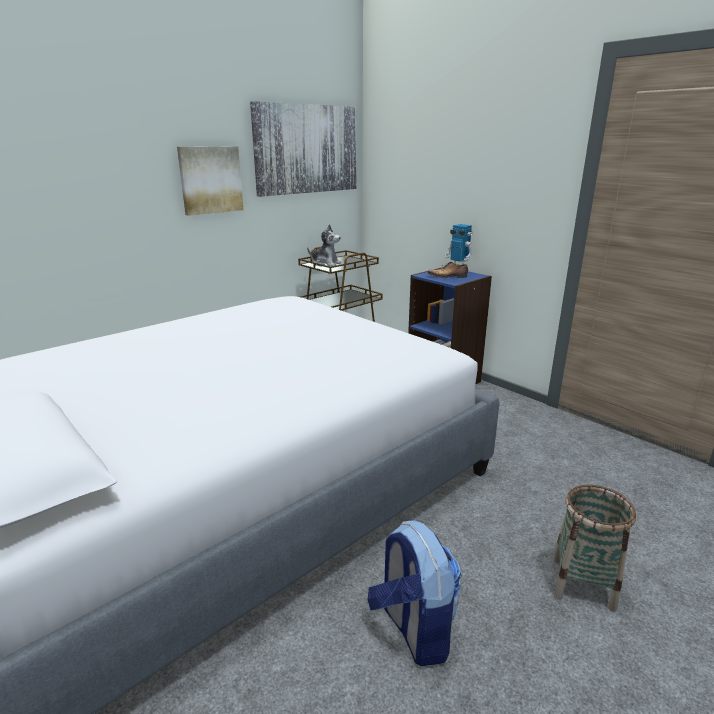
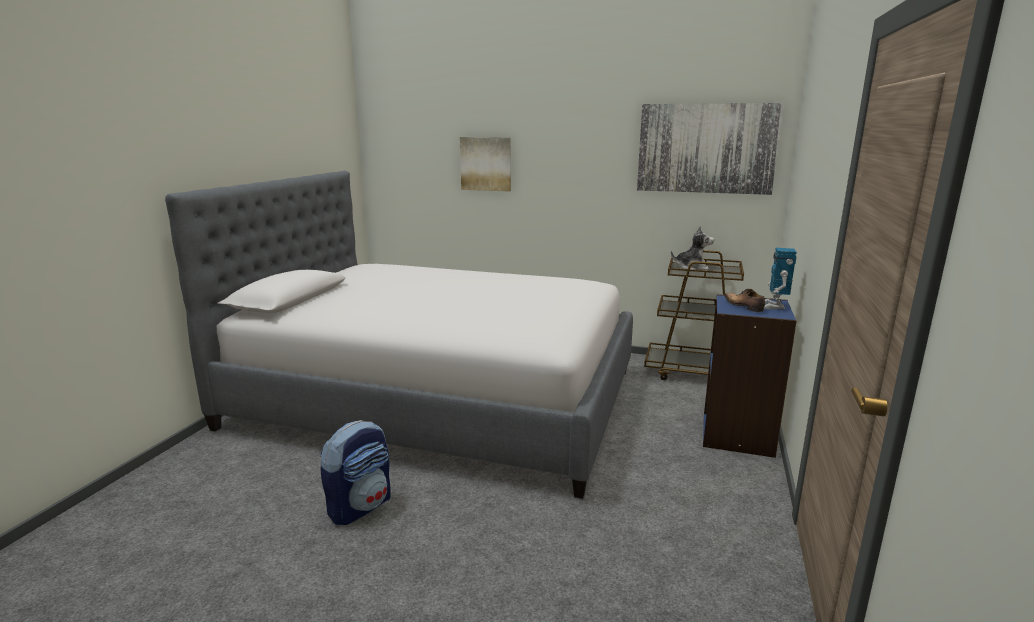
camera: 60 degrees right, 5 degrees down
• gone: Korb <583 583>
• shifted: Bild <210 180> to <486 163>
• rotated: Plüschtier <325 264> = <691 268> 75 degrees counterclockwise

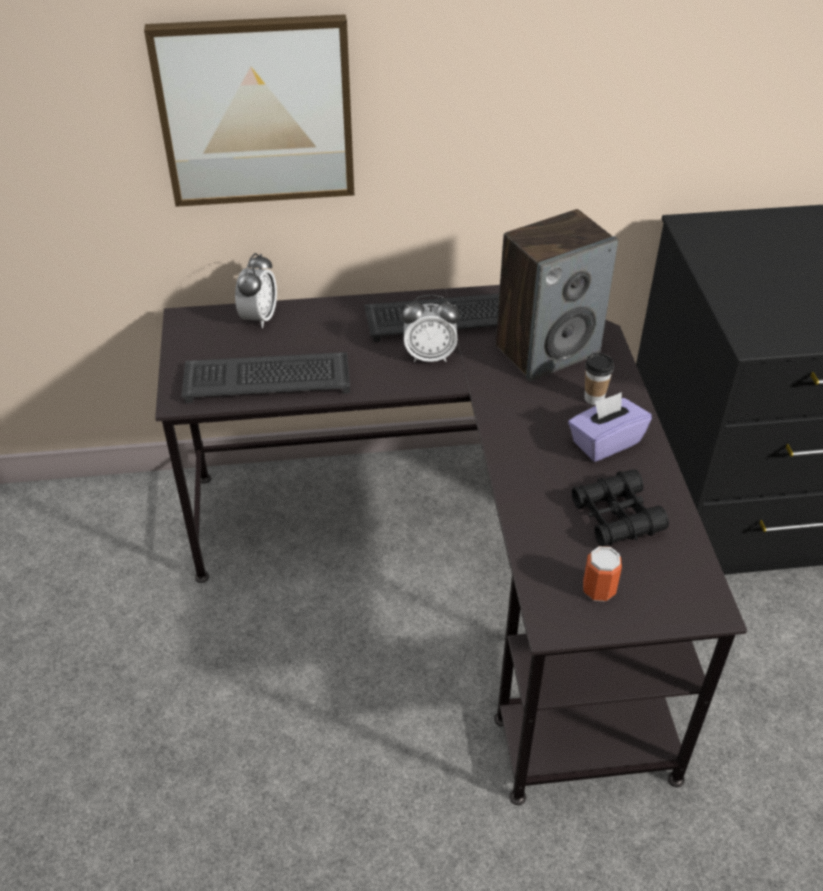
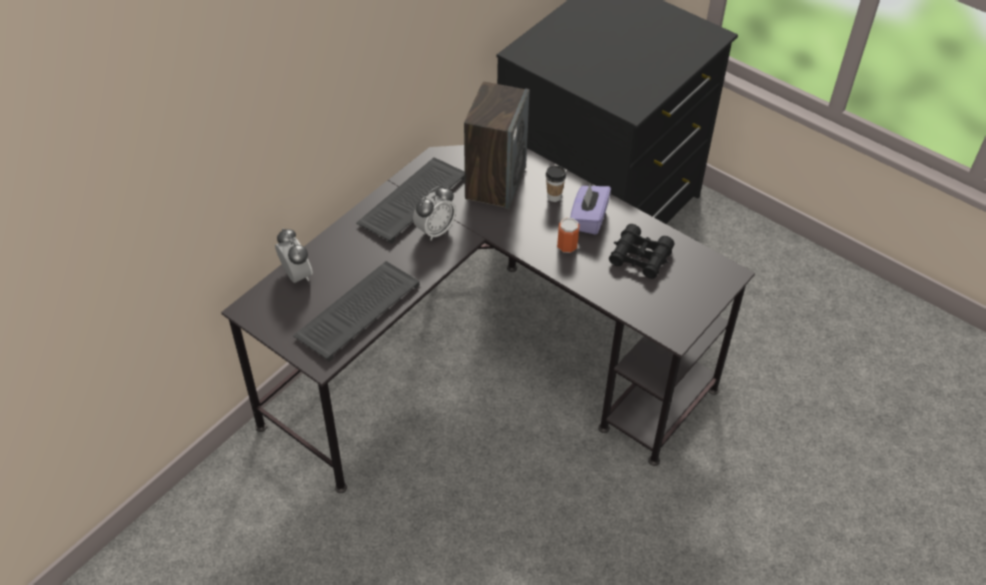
camera: 45 degrees left, 5 degrees up
• gone: Bild <256 112>
• shifted: Dose <598 590> to <567 246>

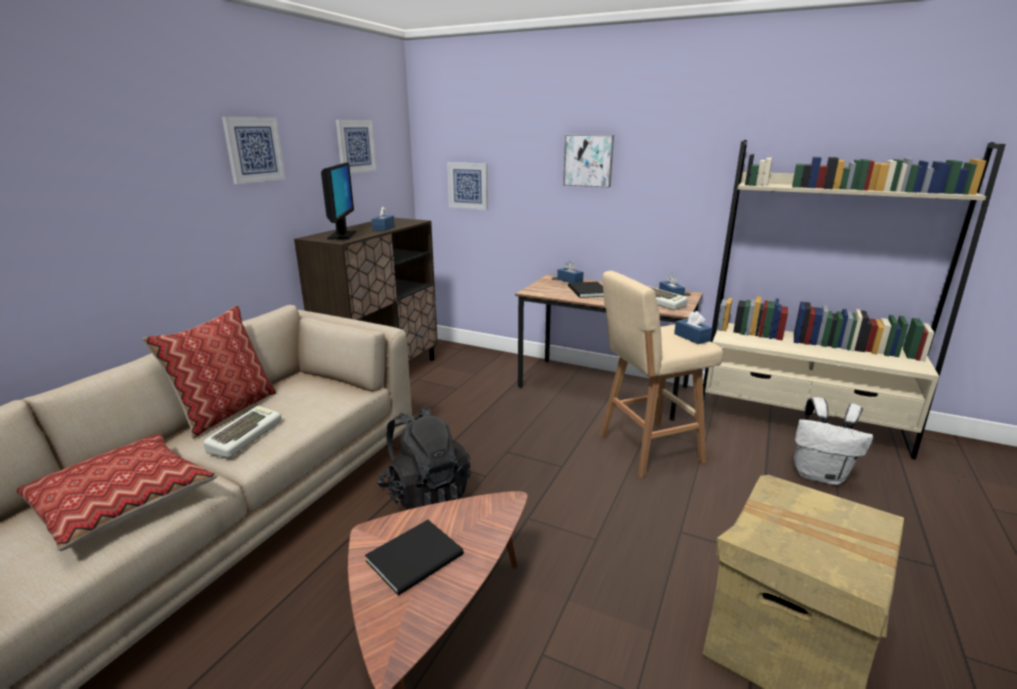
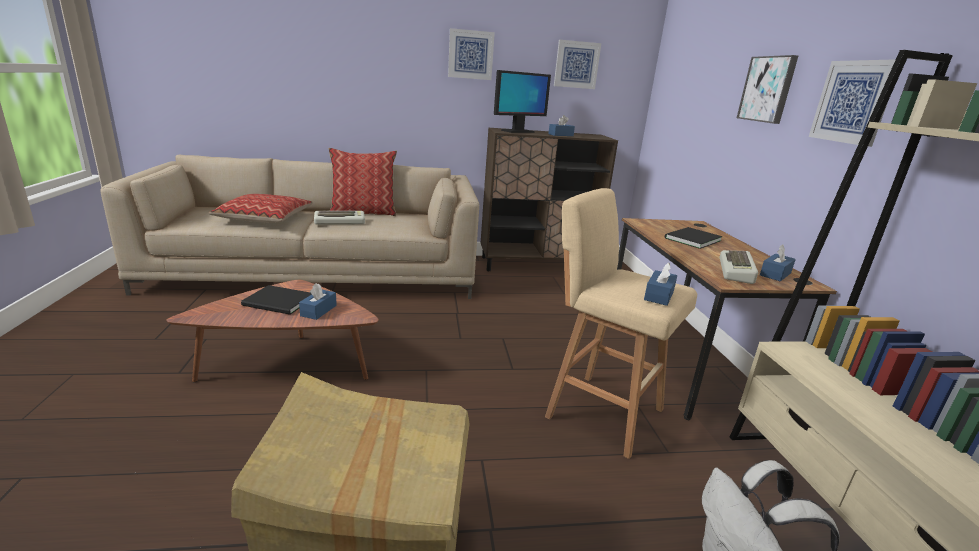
camera: 55 degrees right, 0 degrees up
• gone: Rucksack/schwarz <425 495>
• shifted: Bild <468 185> to <853 102>
• shifted: Taschentuchbox/blau <570 280> to <318 310>

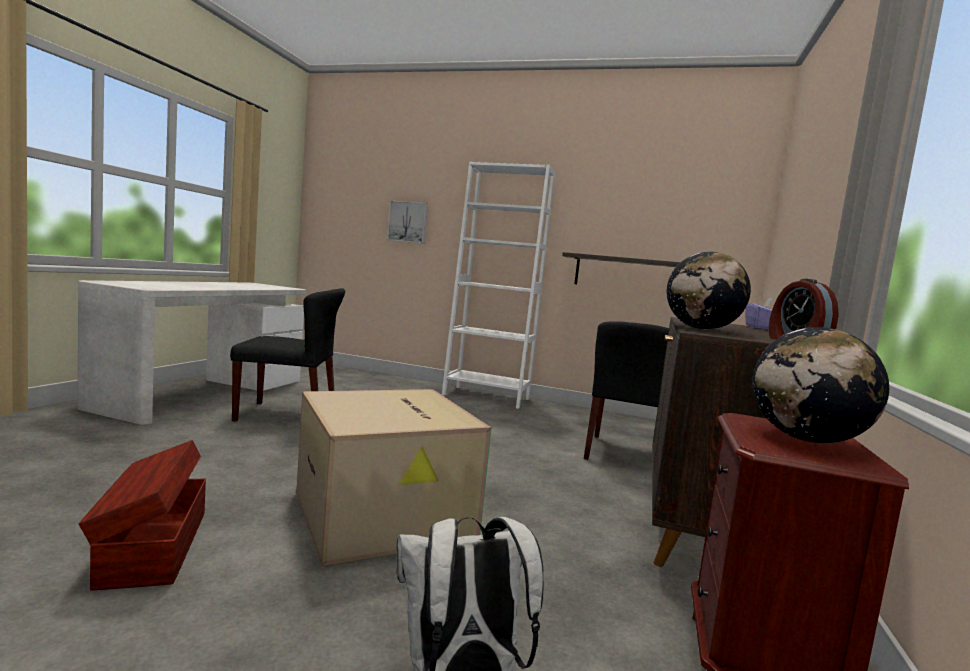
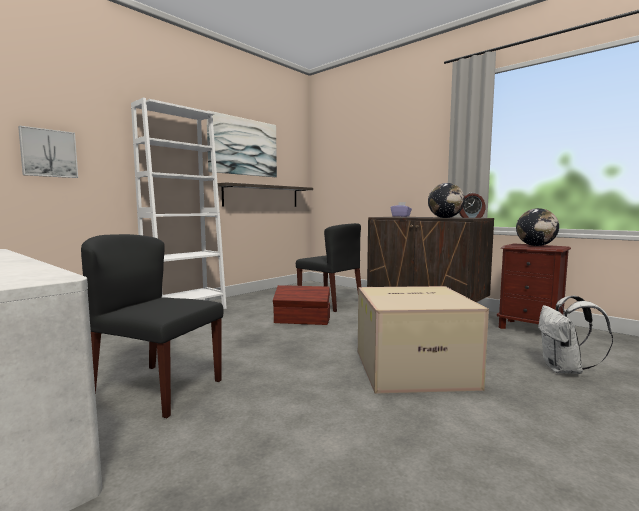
camera: 65 degrees left, 0 degrees up
• new: Bild <243 147>
• shifted: Aufbewahrungsbox/braun <152 548> to <302 320>
• rotated: Stuhl/schwarz <288 414> = <157 389> 90 degrees counterclockwise

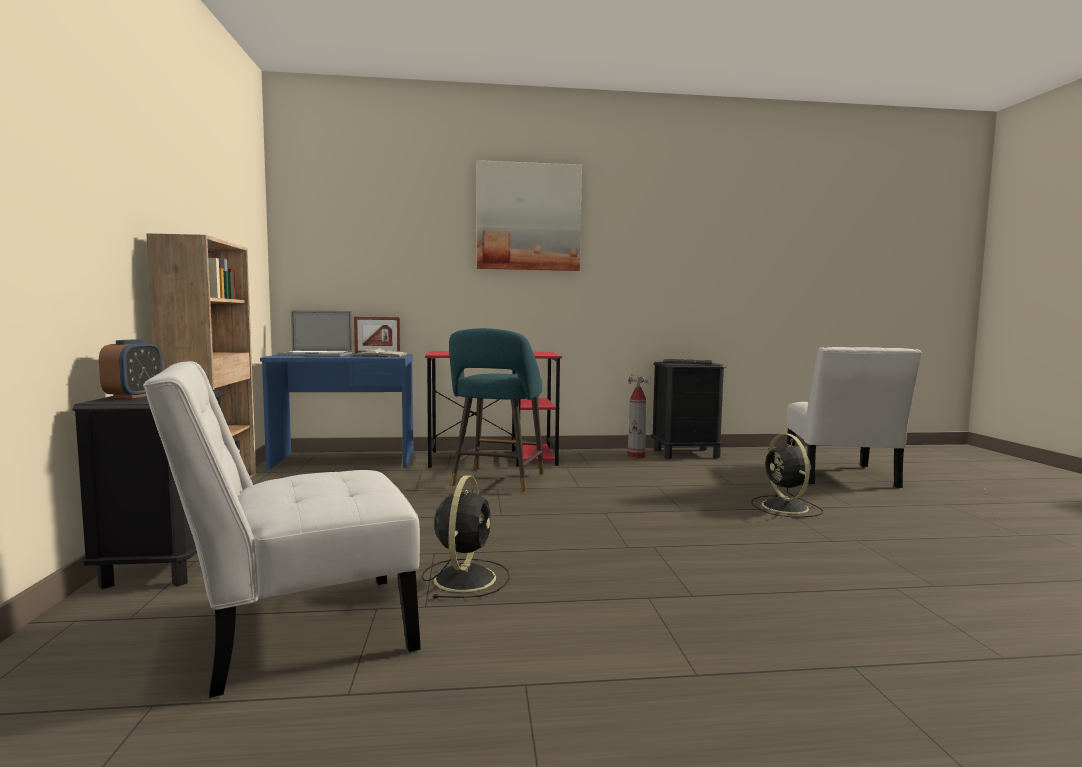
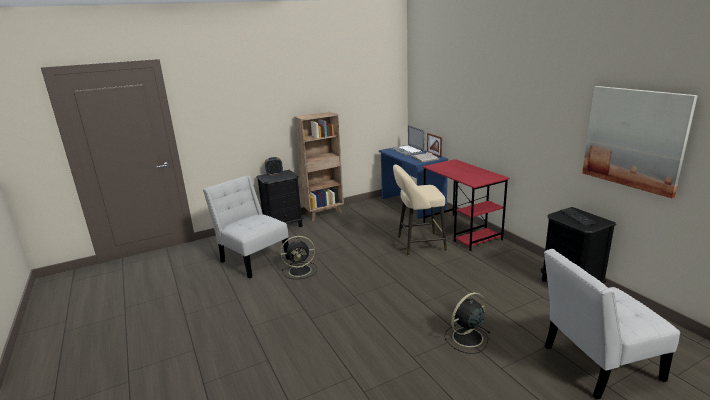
camera: 70 degrees right, 15 degrees up
• gone: Feuerlöscher <636 456>
• shifted: Bild <528 217> to <634 138>
• repainted: Hocker/türkis <497 482> to Hocker/beige <418 244>

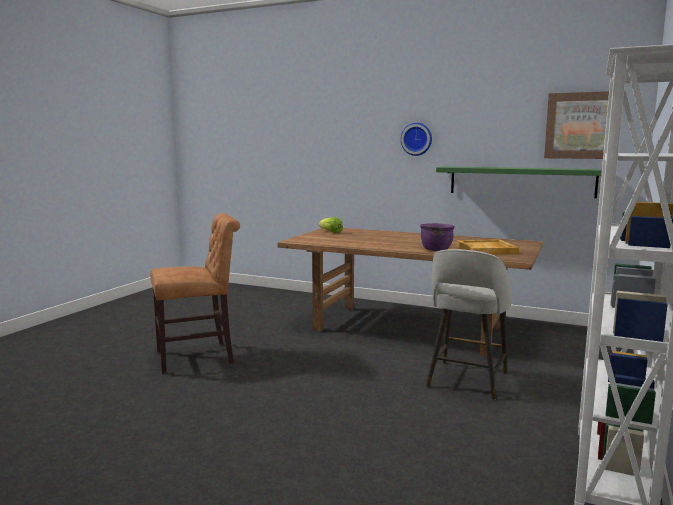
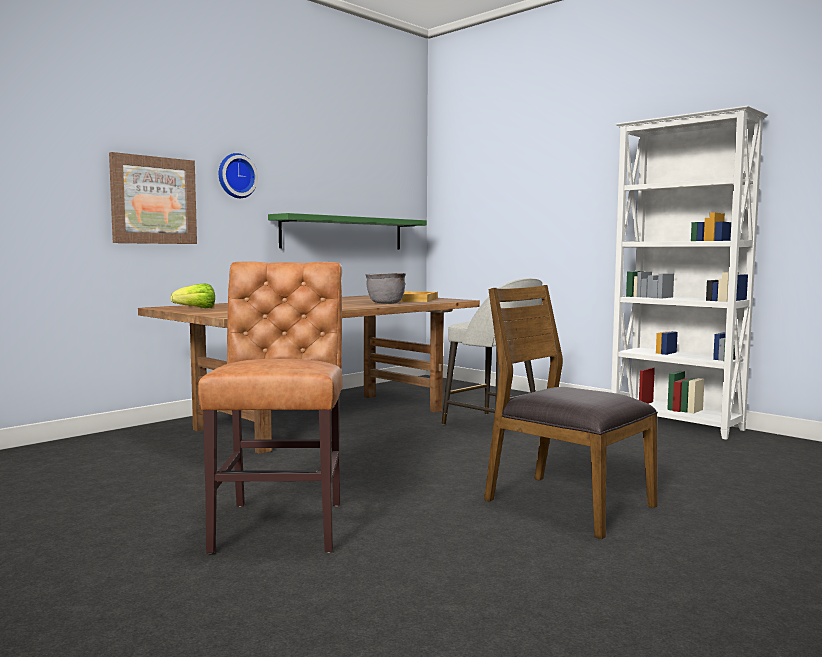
camera: 70 degrees left, 5 degrees down
• new: Stuhl/braun <566 503>
• shifted: Bild <581 125> to <153 200>
• repainted: Kochtopf/lila <436 249> to Kochtopf/grau <385 303>

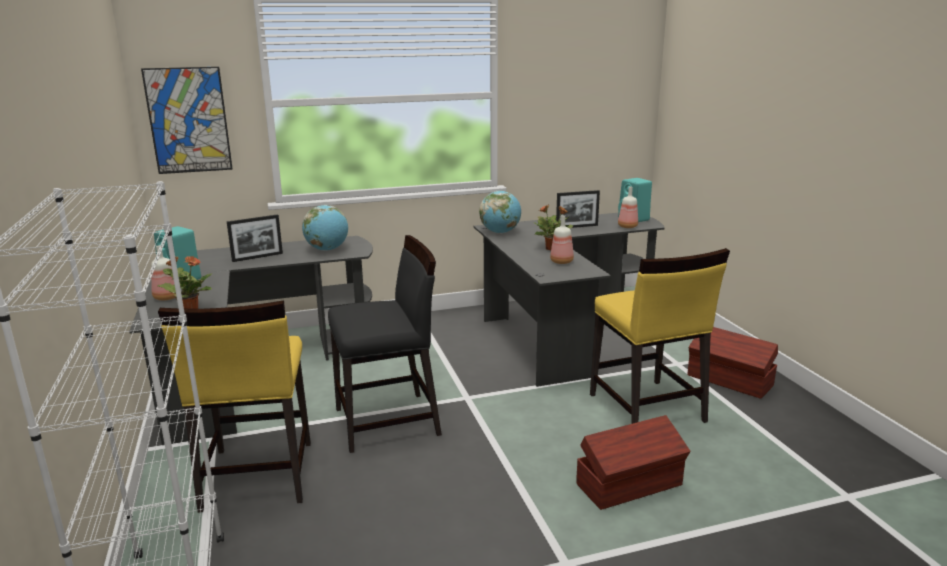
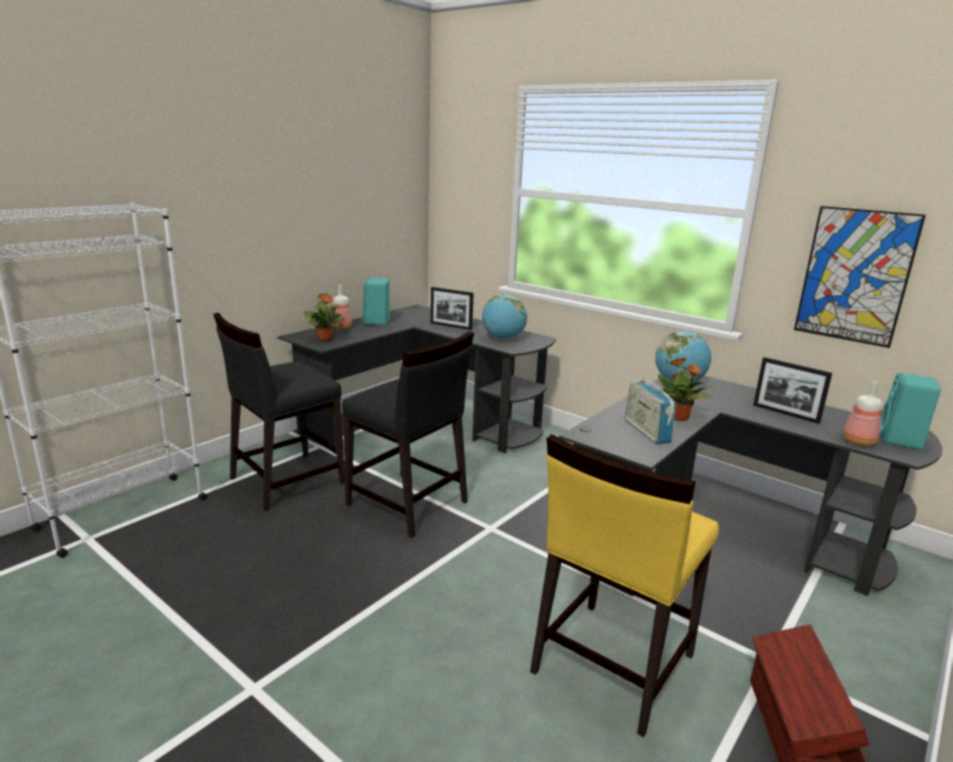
camera: 55 degrees right, 0 degrees up
• gone: Aufbewahrungsbox/braun <630 485>
• shifted: Bild <188 120> to <855 276>
• swapped: Flasche <562 261> to Radio <646 431>
• repainted: Stuhl/gelb <257 476> to Stuhl/schwarz <285 480>

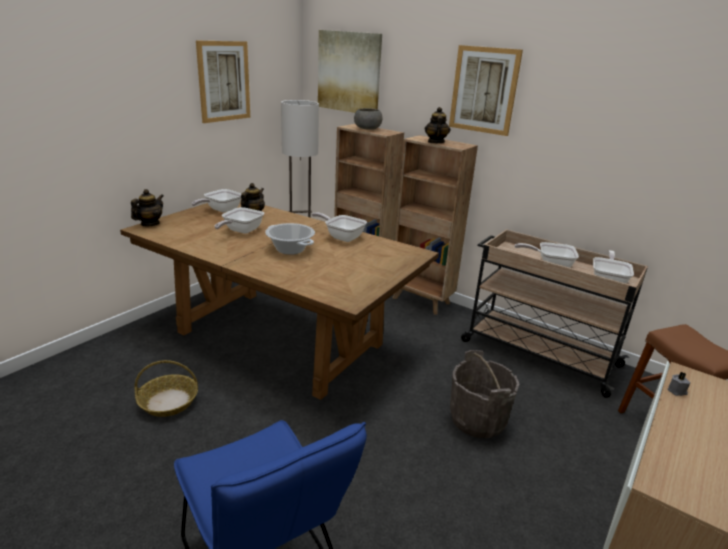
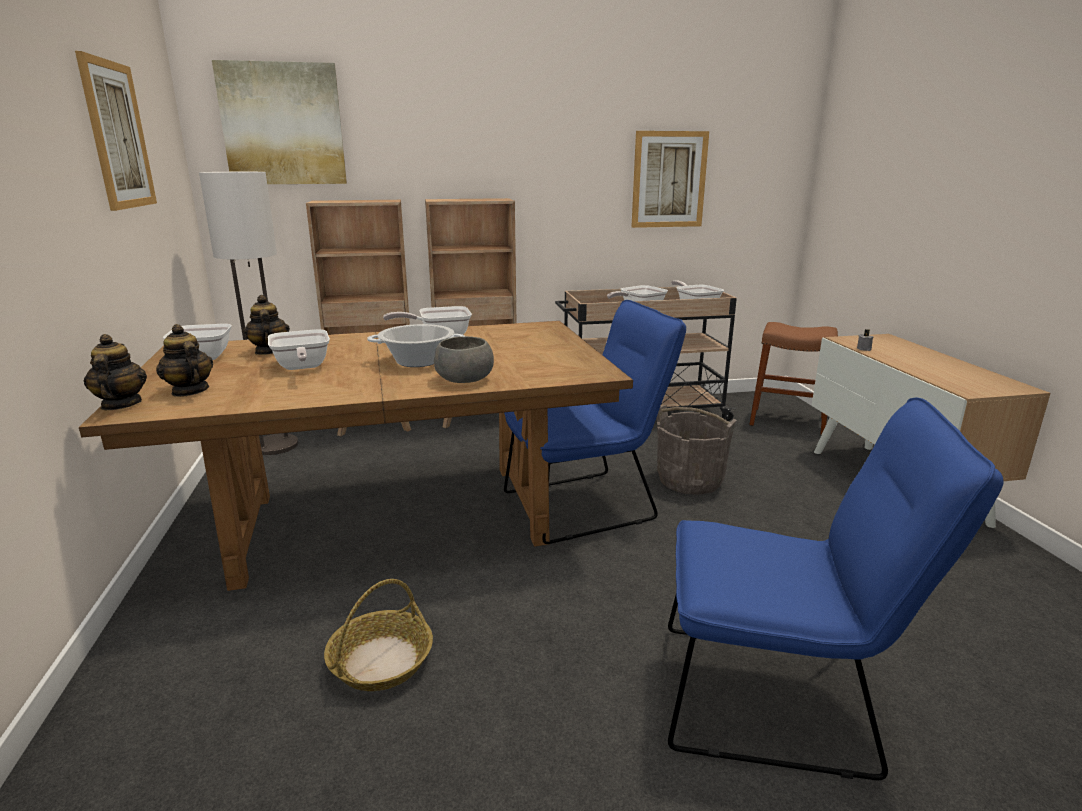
camera: 45 degrees left, 5 degrees down
• new: Stuhl/blau <588 504>
• shifted: Schüssel/grau <367 128> to <464 379>
• shifted: Teekanne <435 142> to <189 391>
• shifted: Bild <484 90> to <669 180>

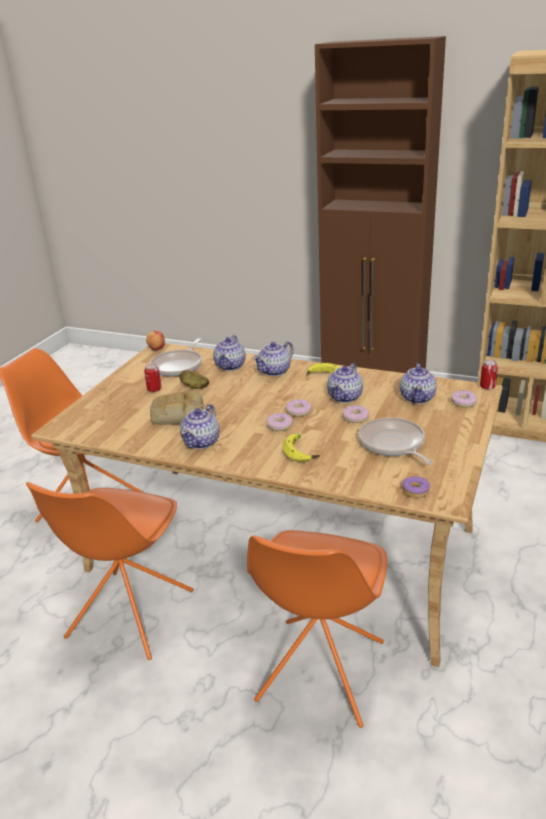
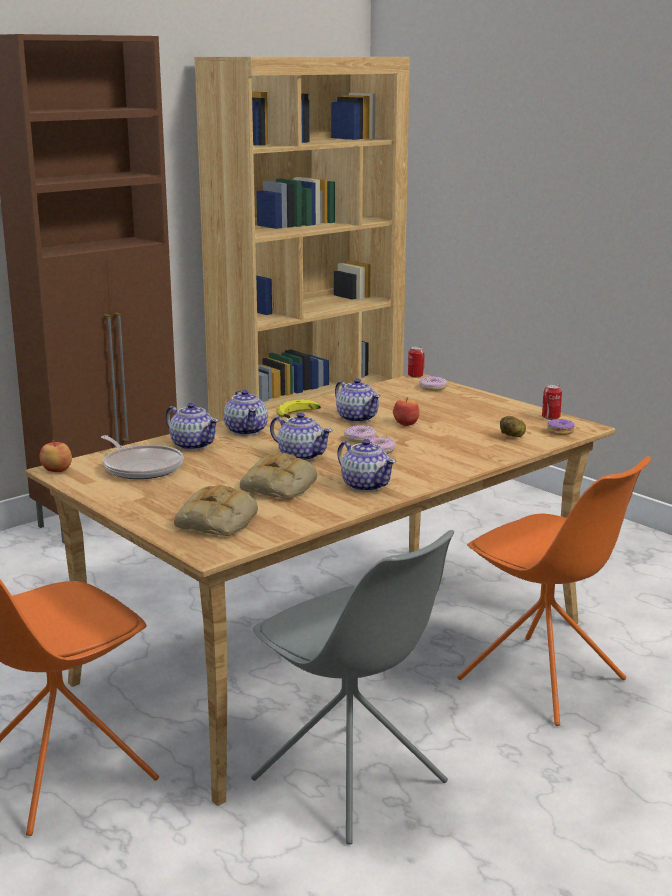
camera: 65 degrees left, 10 degrees down
• gone: Banane <301 452>
• gone: Pfanne <393 444>
• new: Brot <218 522>
• shifted: Dose <154 389> to <551 417>
• shifted: Kartoffel <194 387> to <513 436>
• shifted: Teekanne <417 398> to <301 456>
• swapped: Donut <355 418> to Apfel <406 423>
• repainted: Stuhl/orange <129 615> to Stuhl/grau <351 783>

